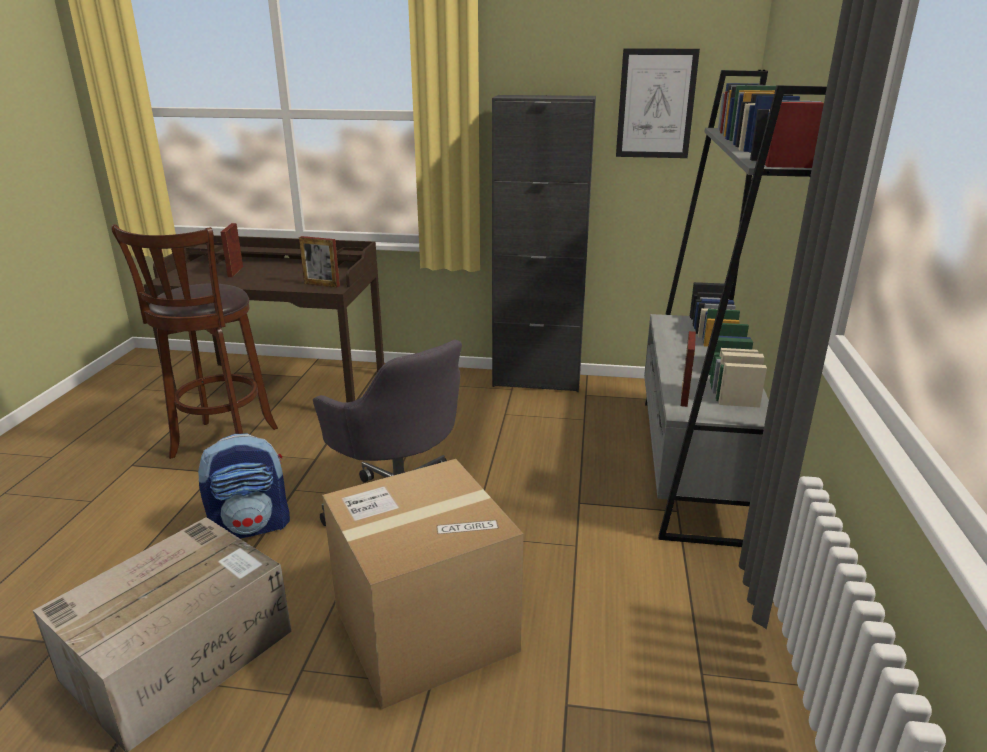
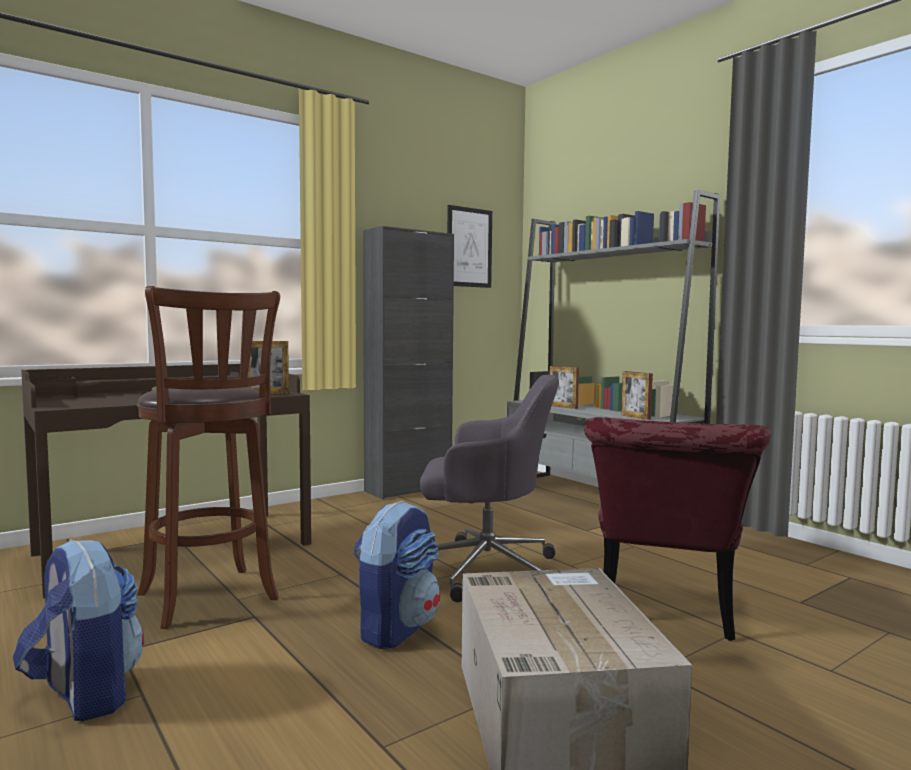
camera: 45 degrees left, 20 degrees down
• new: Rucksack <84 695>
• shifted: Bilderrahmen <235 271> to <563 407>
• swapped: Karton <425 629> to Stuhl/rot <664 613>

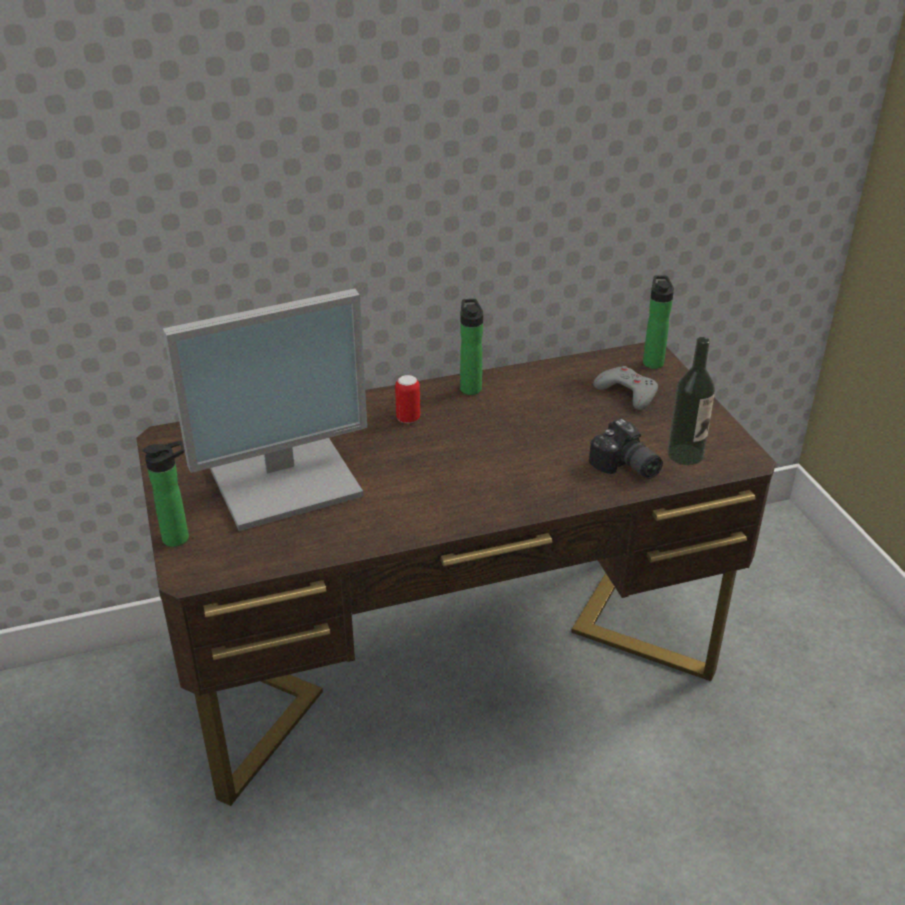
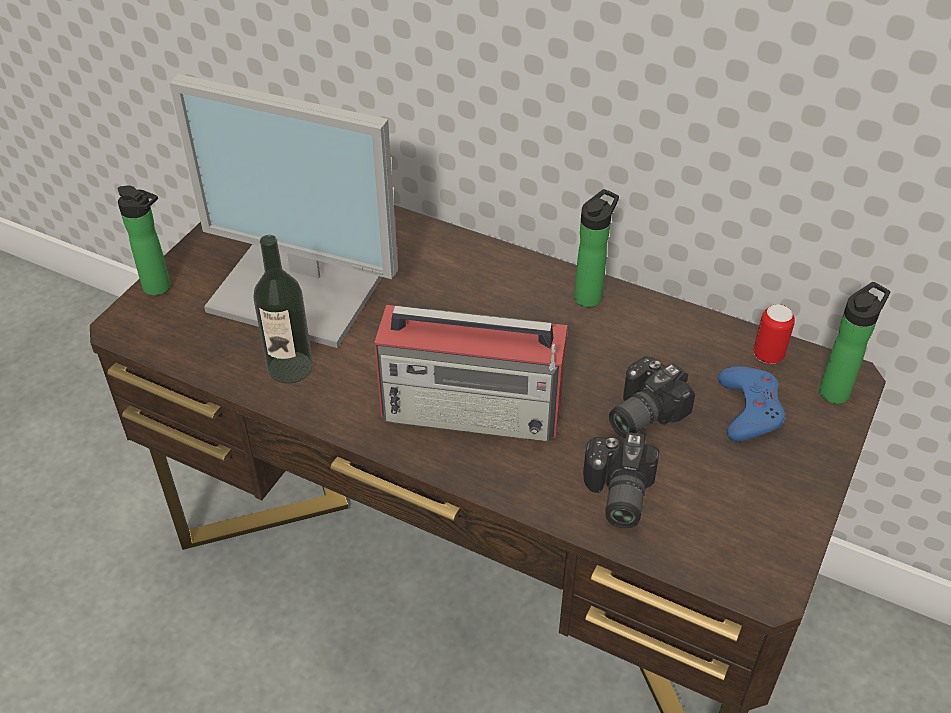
camera: 45 degrees right, 10 degrees up
• new: Radio <474 409>
• new: Kamera <640 412>
• shifted: Dose <408 419> to <768 356>
• shifted: Flasche <685 454> to <290 367>
• repainted: Gamepad/grau <627 392> to Gamepad/blau <749 409>

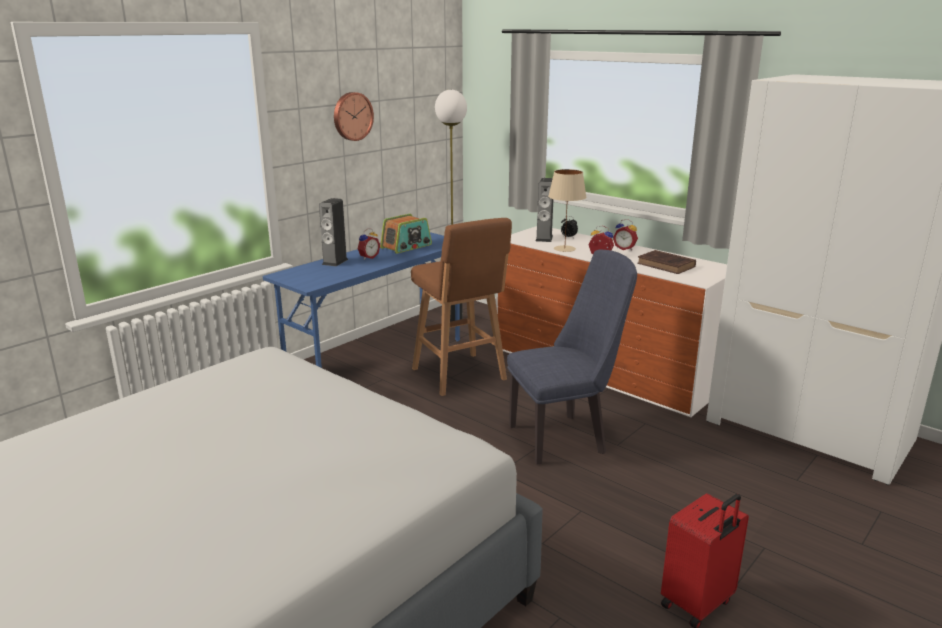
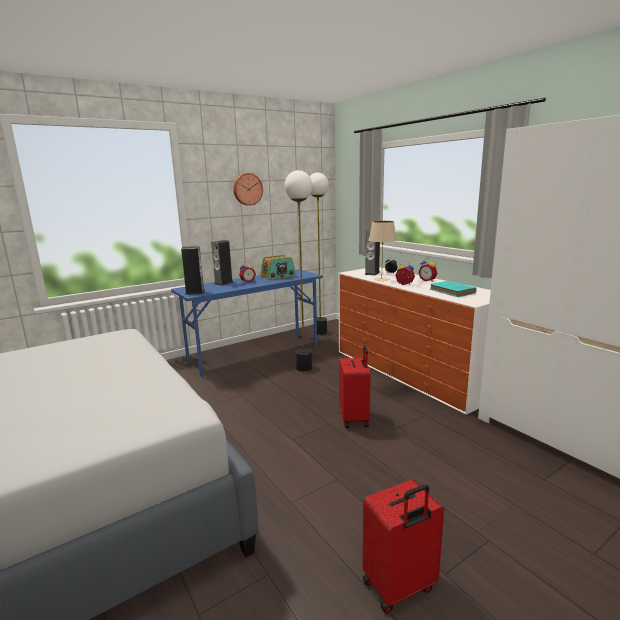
camera: 15 degrees right, 5 degrees down
• new: Lautsprecher <195 292>
• swapped: Hocker/braun <460 375> to Stehlampe <304 368>
• swapped: Stuhl/blau <564 437> to Koffer/rot <355 418>
• repainted: Buch/braun <667 265> to Buch/türkis <453 291>

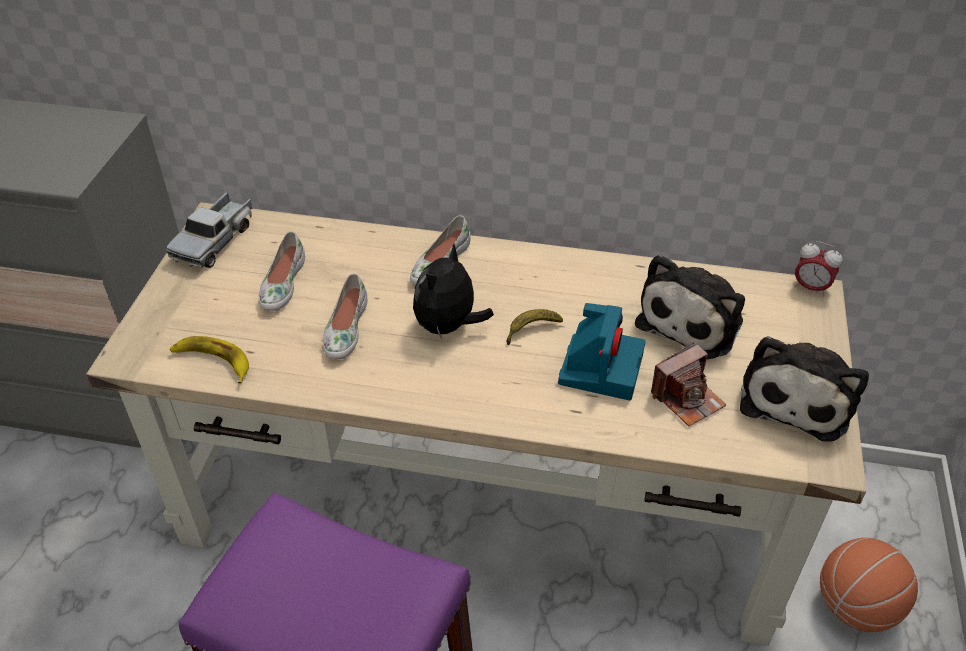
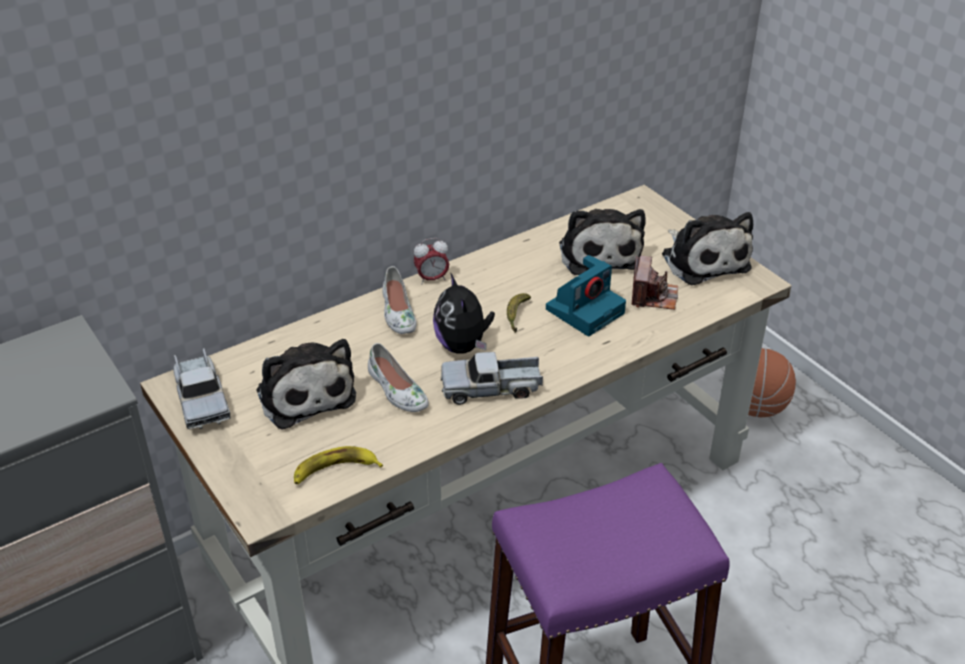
camera: 45 degrees left, 5 degrees down
• new: Spielzeuglaster <491 388>
• shifted: Wecker <810 288> to <432 279>
• swapped: Schuh/weiß <282 283> to Plüschtier <304 393>
• rotated: Kamera <600 367> = <585 310> 75 degrees clockwise

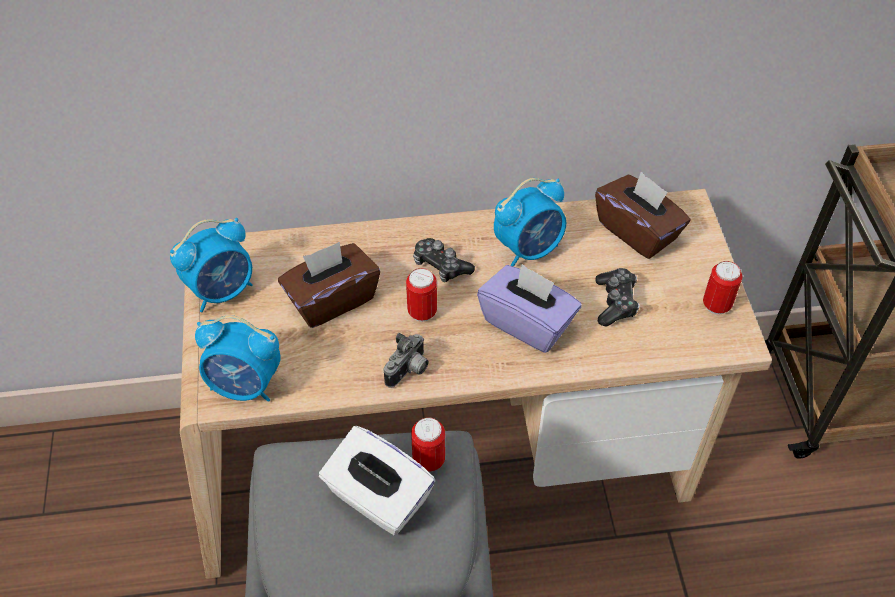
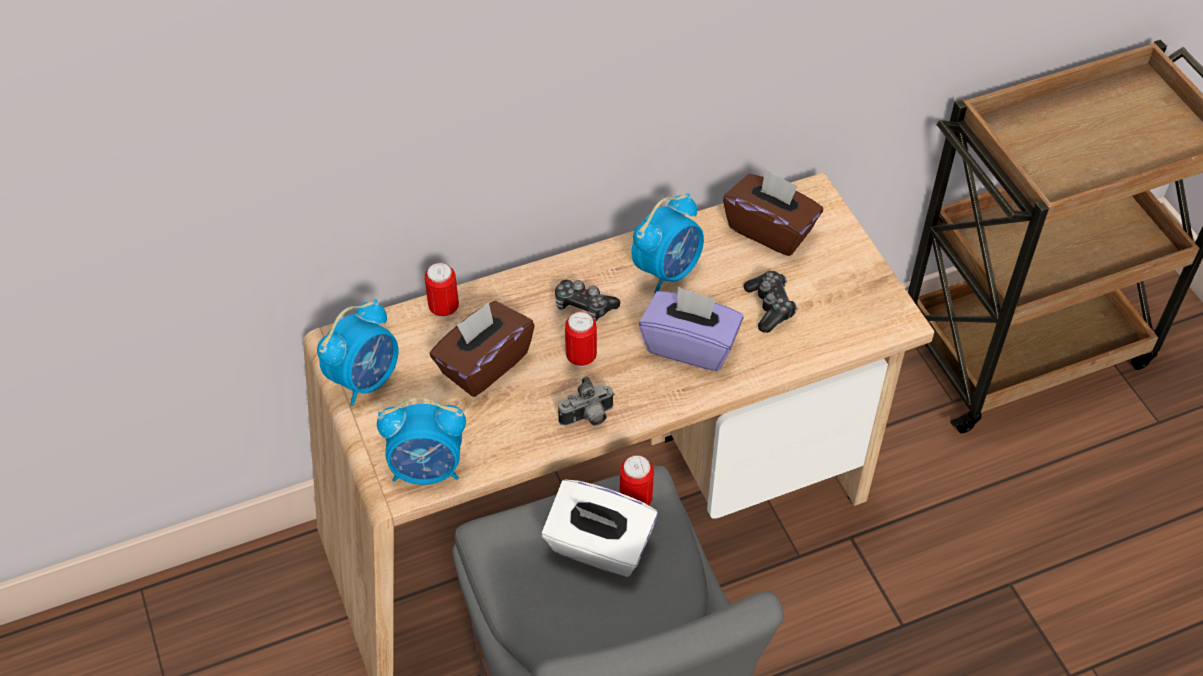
camera: 15 degrees left, 0 degrees up
• shifted: Dose <716 305> to <444 308>
• rotated: Kamera <409 371> = <588 418> 45 degrees clockwise

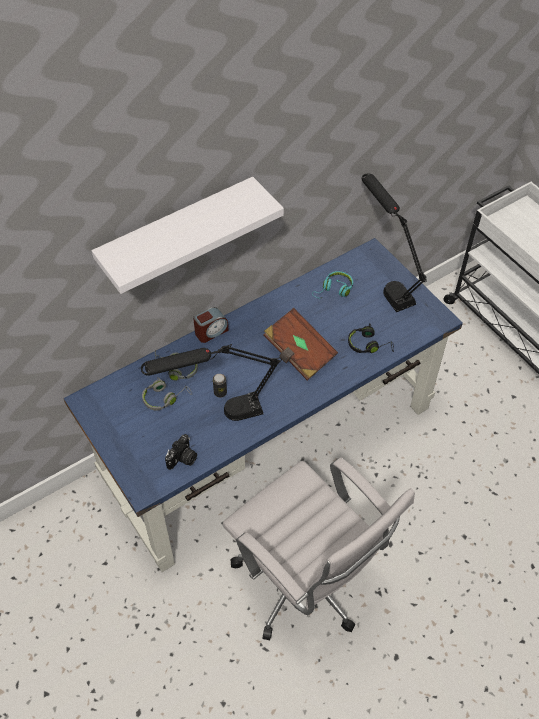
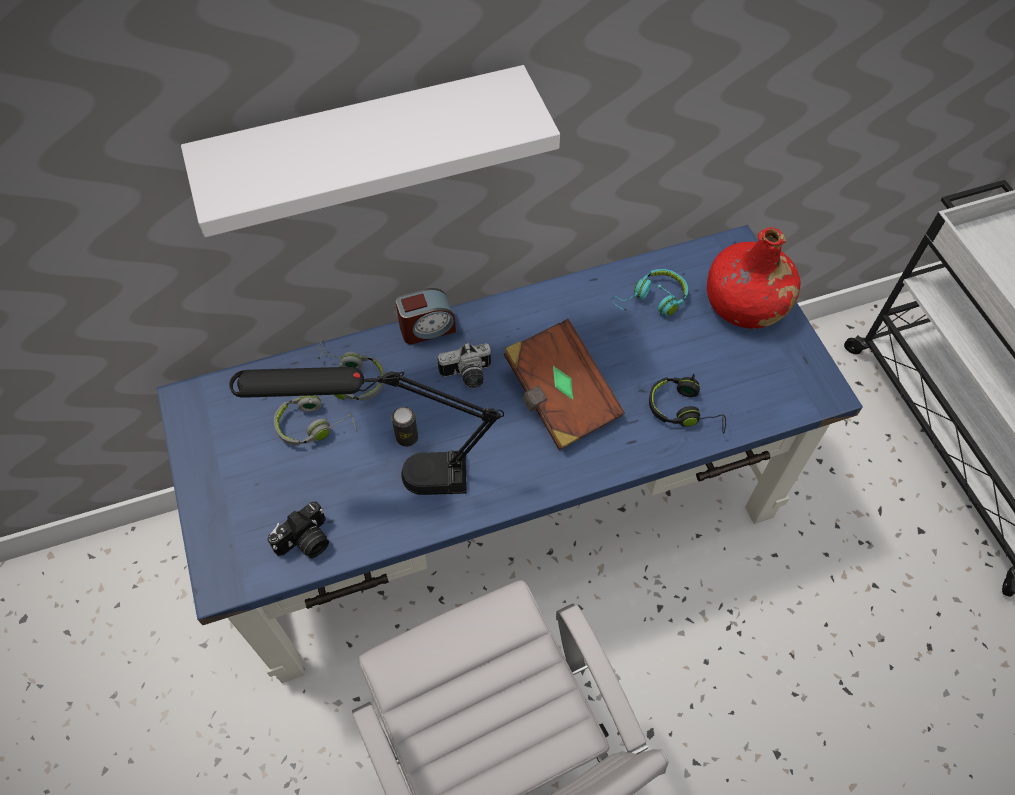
camera: 15 degrees right, 5 degrees up
• new: Kamera <467 376>
• swapped: Tischlampe/schwarz <385 281> to Flasche/rot <745 304>

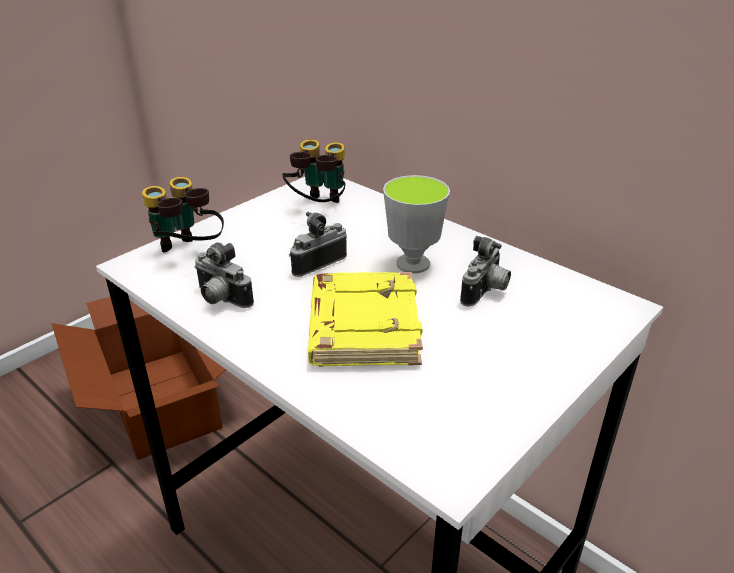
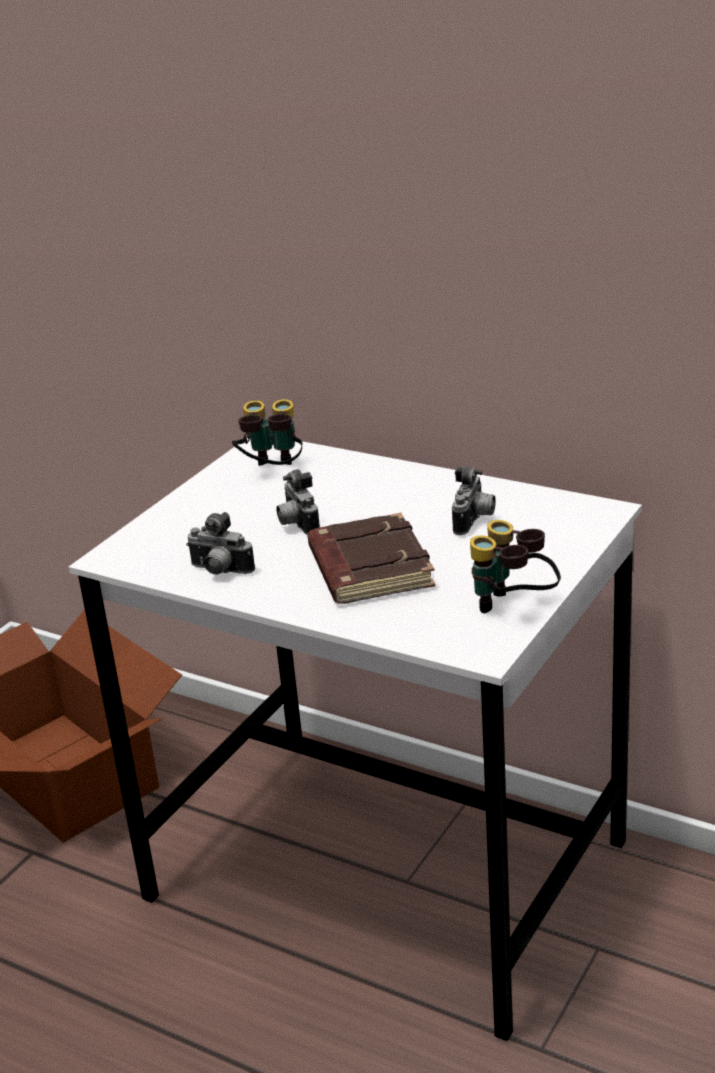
camera: 10 degrees left, 5 degrees down
• gone: Tasse <413 264>
• shifted: Fernglas <188 253> to <513 609>
• repainted: Buch/gelb <361 326> to Buch/braun <368 568>
• rotated: Kamera <315 263> = <296 524> 60 degrees counterclockwise

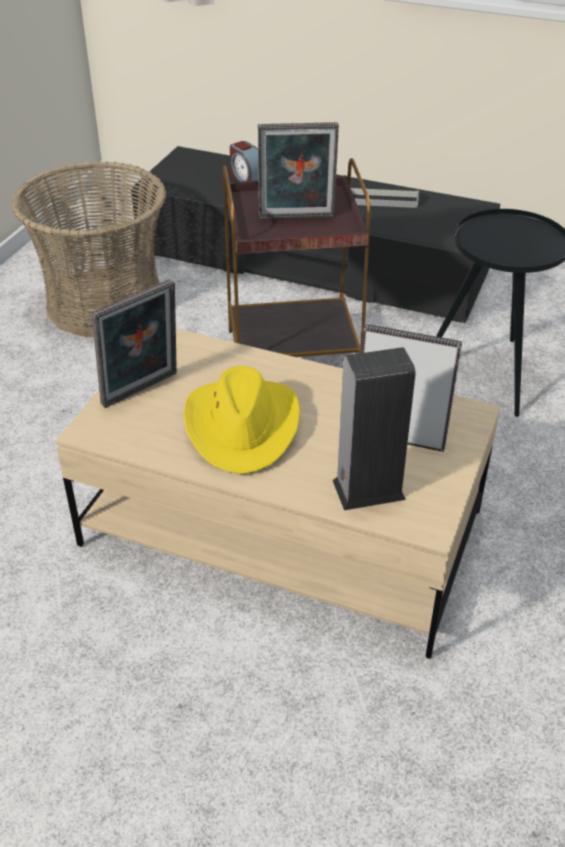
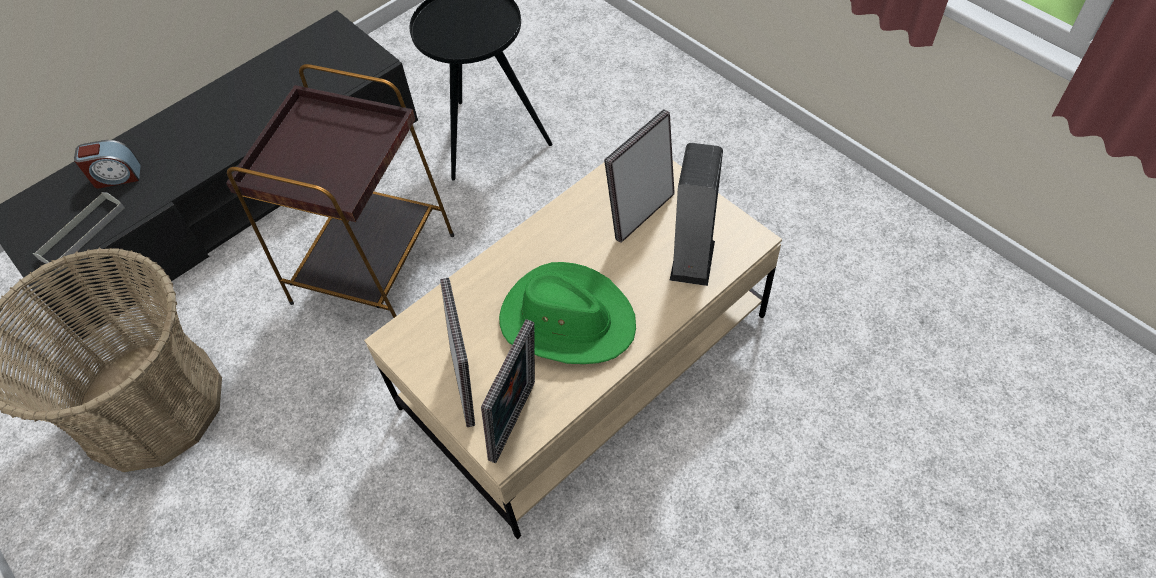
camera: 60 degrees left, 15 degrees up
• shifted: Bilderrahmen <296 219> to <517 422>
• shifted: Tablett/grau <381 200> to <82 233>
• repainted: Hut/gelb <243 426> to Hut/grün <567 319>

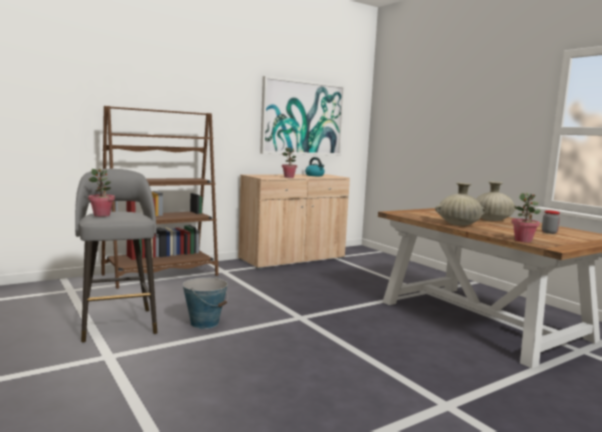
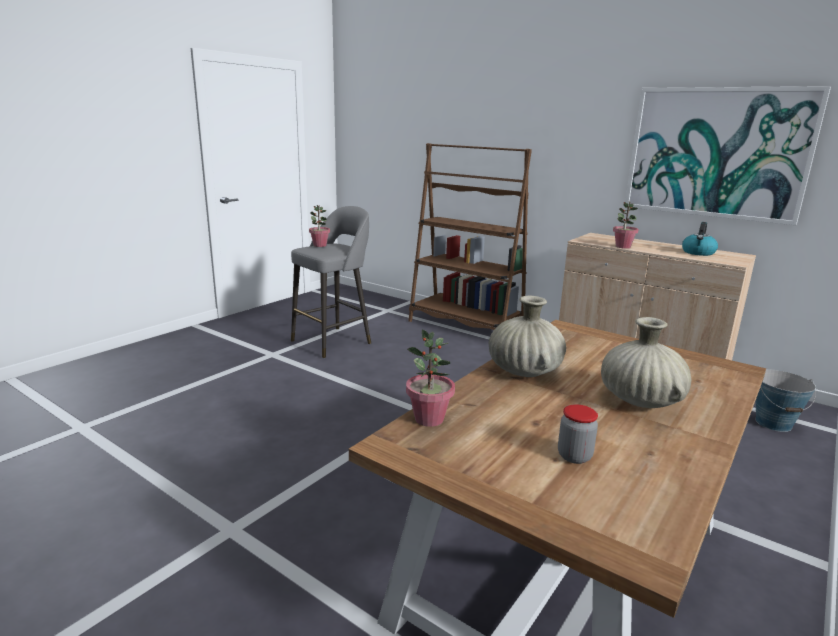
camera: 70 degrees right, 10 degrees up
• shifted: Eimer <205 323> to <773 423>

